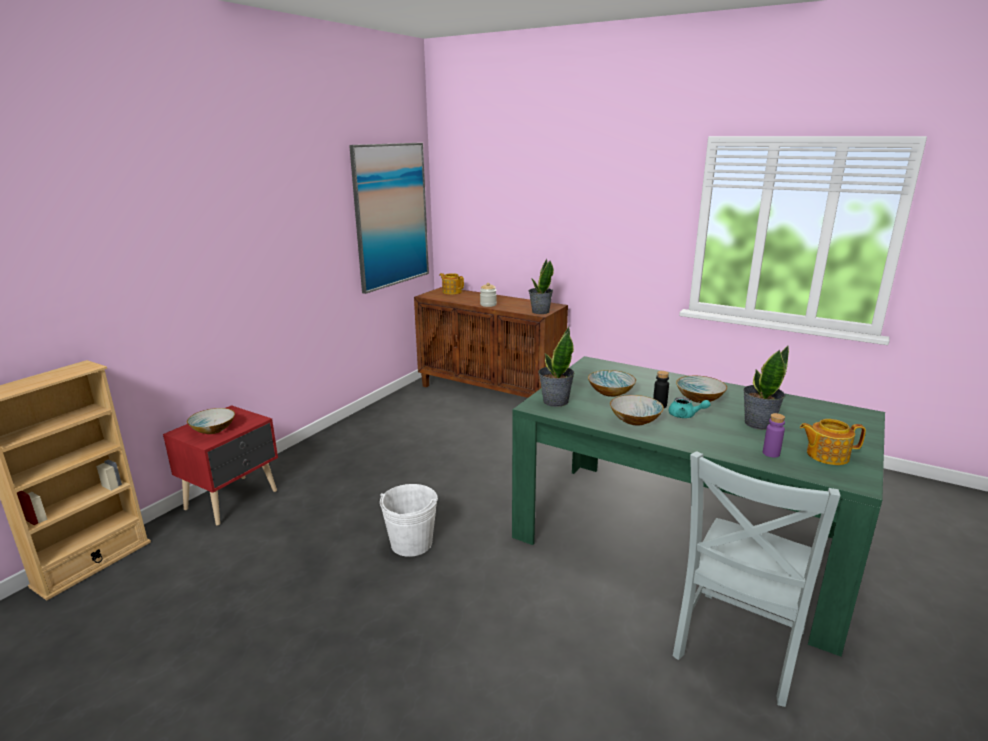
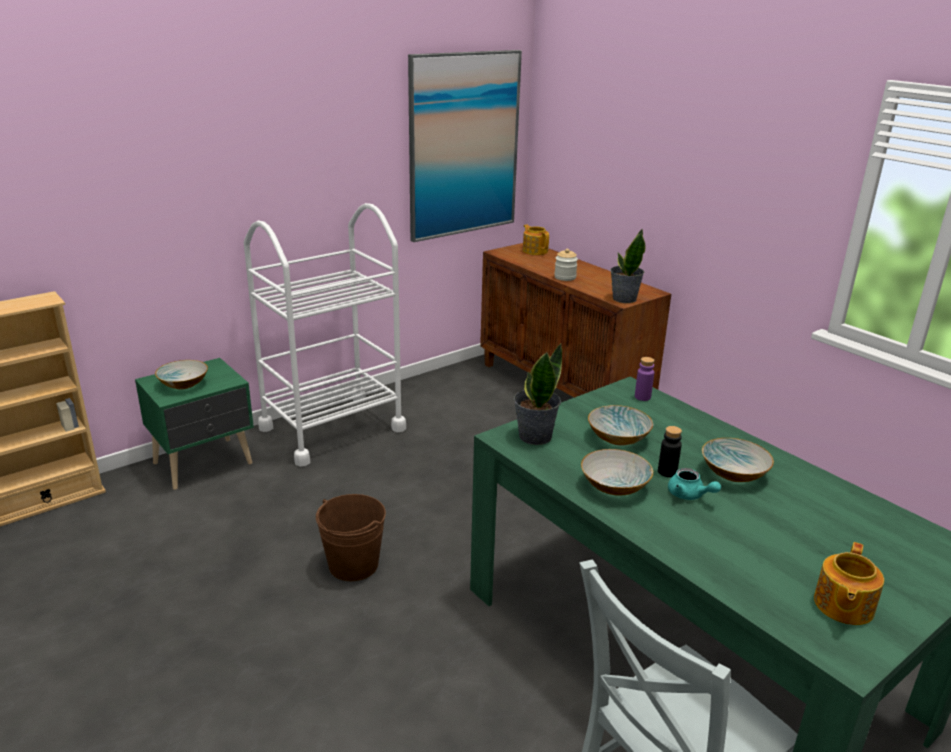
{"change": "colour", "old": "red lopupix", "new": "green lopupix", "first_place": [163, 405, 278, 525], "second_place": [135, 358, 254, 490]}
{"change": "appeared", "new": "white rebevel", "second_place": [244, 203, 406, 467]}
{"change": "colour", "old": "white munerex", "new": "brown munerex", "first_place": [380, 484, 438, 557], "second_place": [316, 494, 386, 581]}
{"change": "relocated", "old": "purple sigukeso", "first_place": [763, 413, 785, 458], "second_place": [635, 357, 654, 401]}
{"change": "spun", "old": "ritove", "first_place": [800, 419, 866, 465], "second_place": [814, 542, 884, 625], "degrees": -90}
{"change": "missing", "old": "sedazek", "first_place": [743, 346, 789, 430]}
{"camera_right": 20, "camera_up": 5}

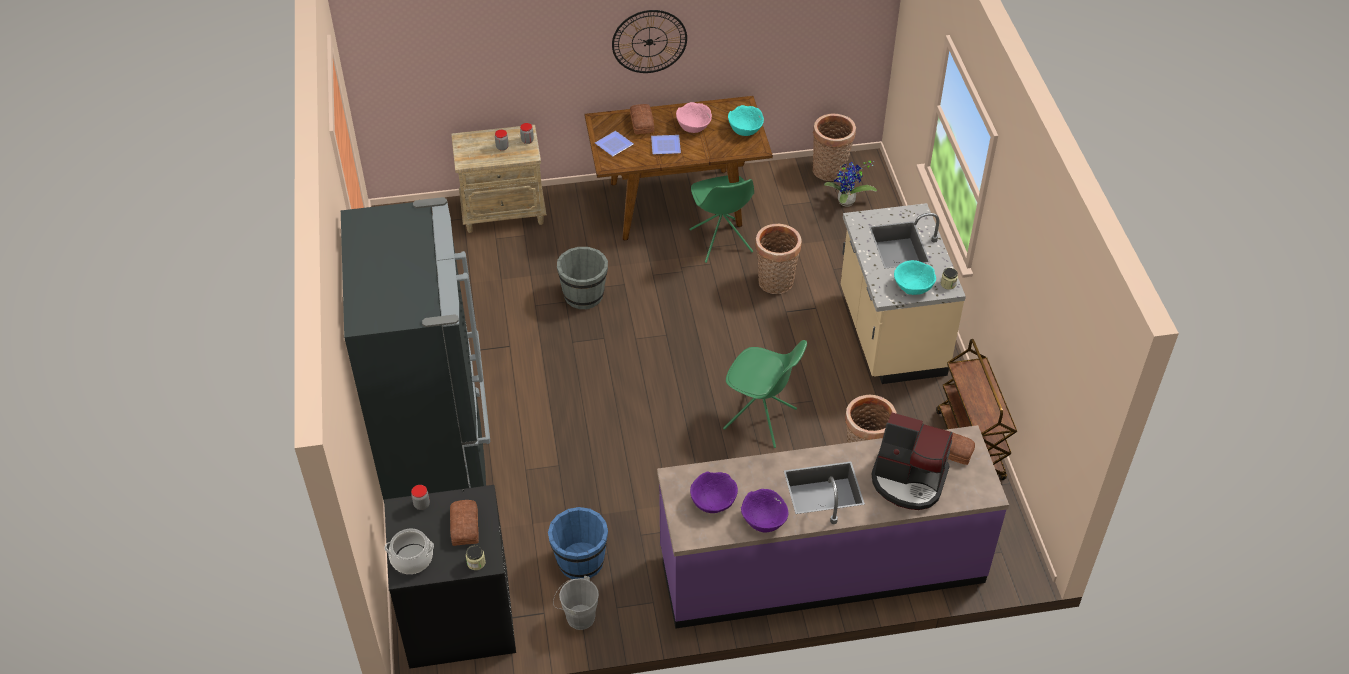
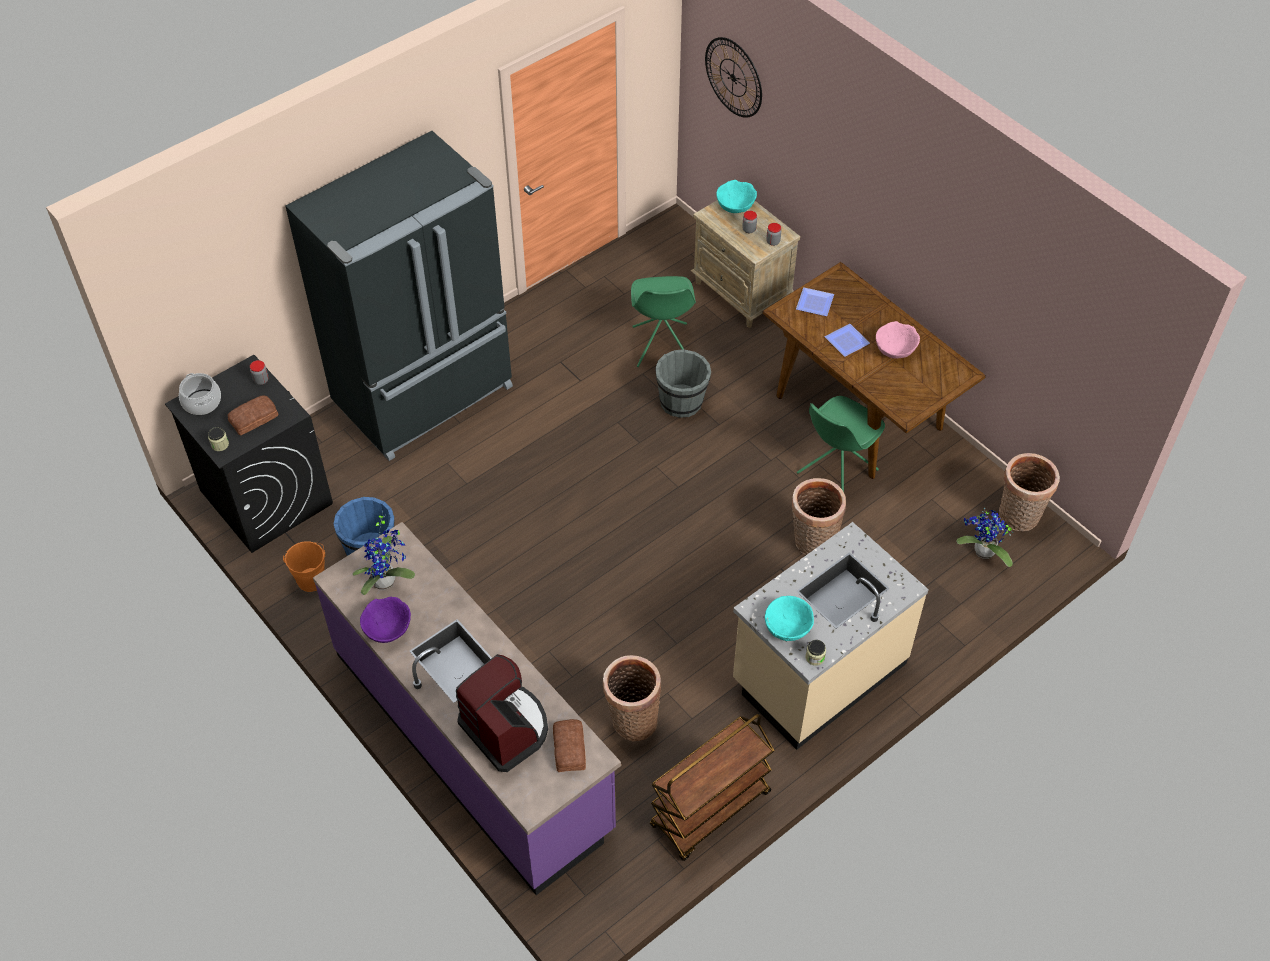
{"change": "colour", "old": "grey munerex", "new": "orange munerex", "first_place": [553, 576, 599, 630], "second_place": [283, 541, 325, 592]}
{"change": "exchanged", "old": "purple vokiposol", "new": "sedazek", "first_place": [690, 471, 738, 513], "second_place": [353, 511, 415, 595]}
{"change": "spun", "old": "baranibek", "first_place": [871, 413, 953, 510], "second_place": [456, 654, 548, 772], "degrees": 150}
{"change": "relocated", "old": "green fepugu", "first_place": [723, 340, 807, 448], "second_place": [631, 276, 696, 367]}
{"change": "relocated", "old": "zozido", "first_place": [612, 10, 687, 73], "second_place": [705, 37, 762, 118]}
{"change": "relocated", "old": "turquoise vokiposol", "first_place": [728, 105, 764, 136], "second_place": [716, 180, 757, 213]}
{"change": "missing", "old": "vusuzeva", "first_place": [630, 104, 654, 134]}
{"camera_right": 60, "camera_up": 5}

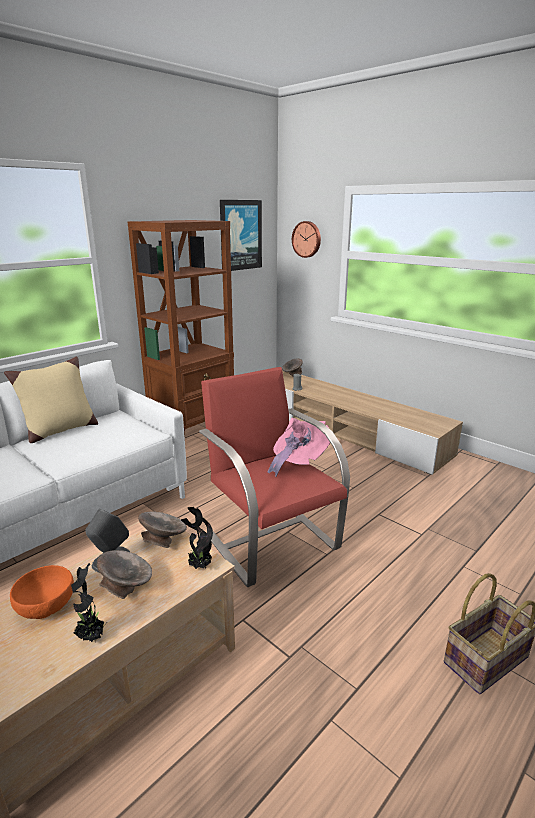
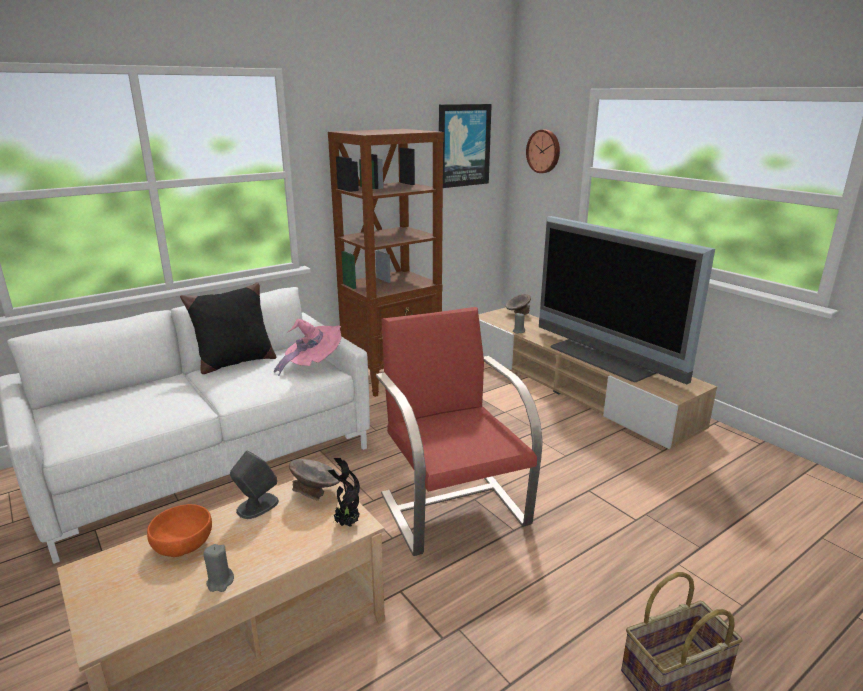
{"change": "colour", "old": "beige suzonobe", "new": "black suzonobe", "first_place": [4, 357, 98, 443], "second_place": [180, 283, 277, 374]}
{"change": "exchanged", "old": "sedazek", "new": "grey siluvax", "first_place": [71, 563, 107, 642], "second_place": [203, 544, 234, 592]}
{"change": "relocated", "old": "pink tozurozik", "first_place": [267, 418, 330, 477], "second_place": [274, 319, 341, 376]}
{"change": "appeared", "new": "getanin", "second_place": [539, 216, 715, 385]}
{"change": "missing", "old": "grey vokiposol", "first_place": [97, 550, 152, 599]}
{"camera_right": 10, "camera_up": 0}

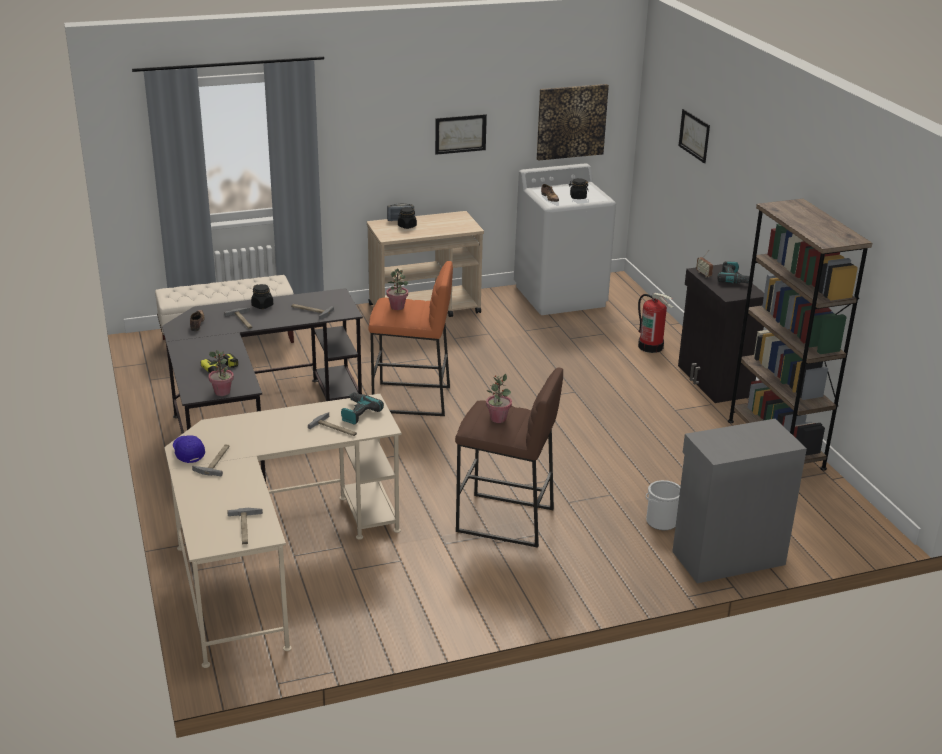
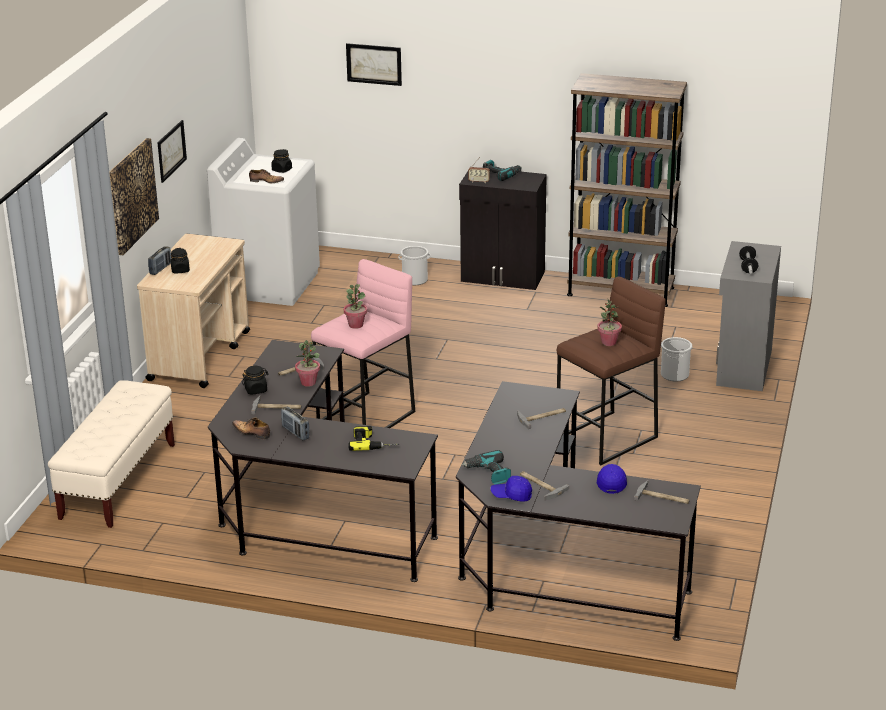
{"change": "relocated", "old": "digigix", "first_place": [537, 84, 609, 161], "second_place": [109, 138, 159, 255]}
{"change": "appeared", "new": "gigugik", "second_place": [281, 407, 310, 440]}
{"change": "relocated", "old": "sedazek", "first_place": [208, 350, 234, 396], "second_place": [295, 340, 320, 387]}
{"change": "colour", "old": "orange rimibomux", "new": "pink rimibomux", "first_place": [368, 261, 453, 416], "second_place": [311, 259, 415, 428]}
{"change": "exchanged", "old": "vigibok", "new": "munerex", "first_place": [638, 293, 673, 353], "second_place": [398, 246, 431, 285]}
{"change": "colour", "old": "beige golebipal", "new": "black golebipal", "first_place": [164, 394, 402, 668], "second_place": [456, 381, 701, 641]}
{"change": "relocated", "old": "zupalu", "first_place": [341, 392, 384, 425], "second_place": [461, 450, 511, 485]}
{"change": "appeared", "new": "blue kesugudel", "second_place": [597, 464, 627, 494]}
{"change": "appeared", "new": "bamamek", "second_place": [739, 246, 758, 273]}
{"camera_right": -55, "camera_up": 0}

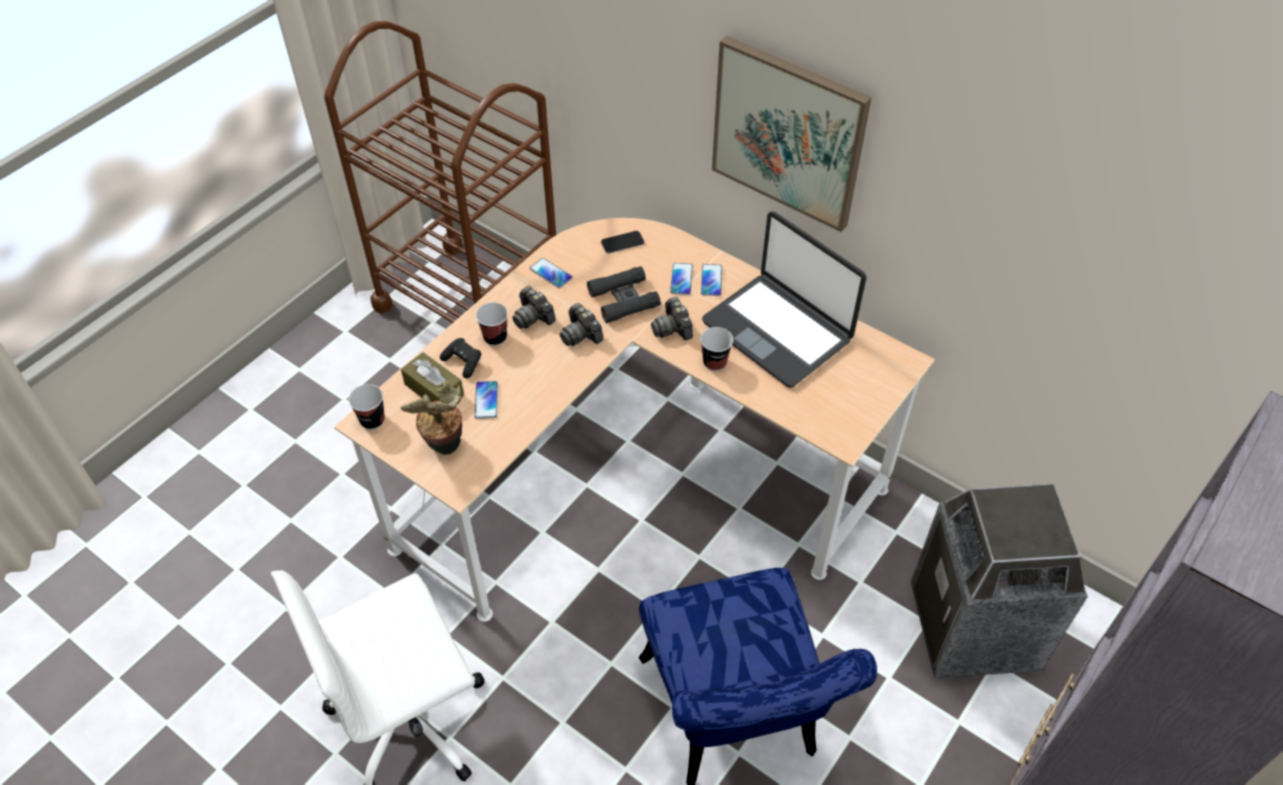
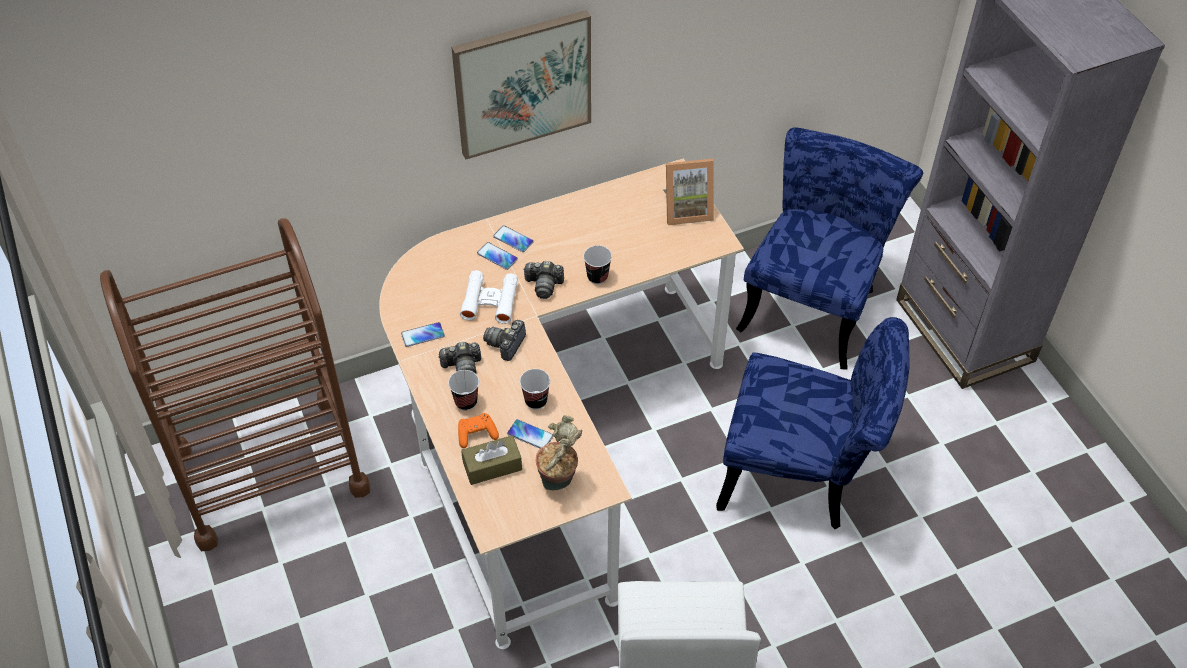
{"change": "colour", "old": "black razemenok", "new": "orange razemenok", "first_place": [440, 338, 482, 378], "second_place": [458, 413, 499, 448]}
{"change": "colour", "old": "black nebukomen", "new": "white nebukomen", "first_place": [587, 266, 661, 323], "second_place": [460, 270, 518, 324]}
{"change": "spun", "old": "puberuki", "first_place": [560, 303, 603, 346], "second_place": [483, 320, 526, 361], "degrees": 120}
{"change": "relocated", "old": "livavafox", "first_place": [348, 384, 385, 430], "second_place": [520, 369, 550, 409]}
{"change": "appeared", "new": "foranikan", "second_place": [663, 159, 714, 225]}
{"change": "exchanged", "old": "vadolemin", "new": "blue fepugu", "first_place": [911, 484, 1088, 678], "second_place": [736, 127, 923, 370]}
{"change": "missing", "old": "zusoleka", "first_place": [601, 231, 645, 254]}
{"change": "missing", "old": "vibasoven", "first_place": [702, 211, 867, 388]}
{"camera_right": -60, "camera_up": 0}

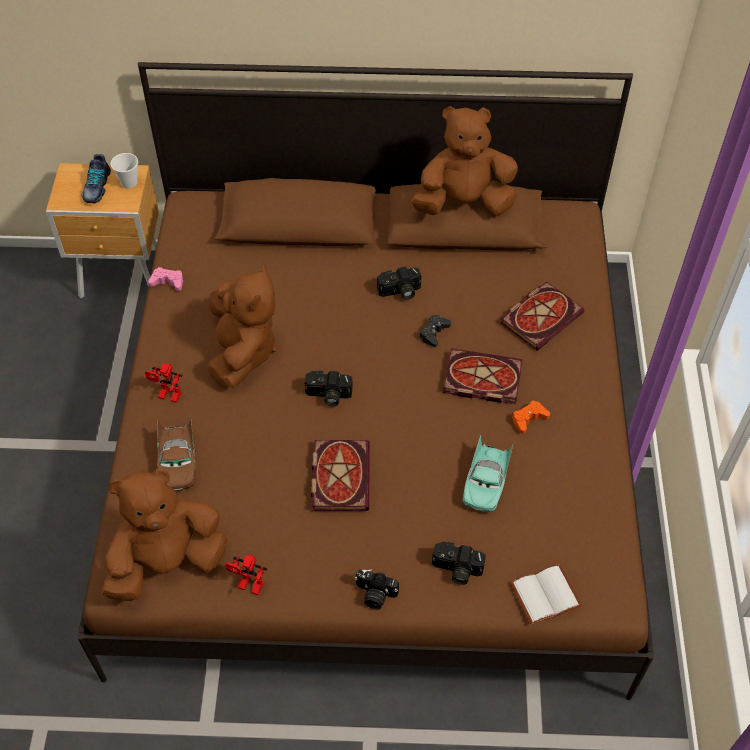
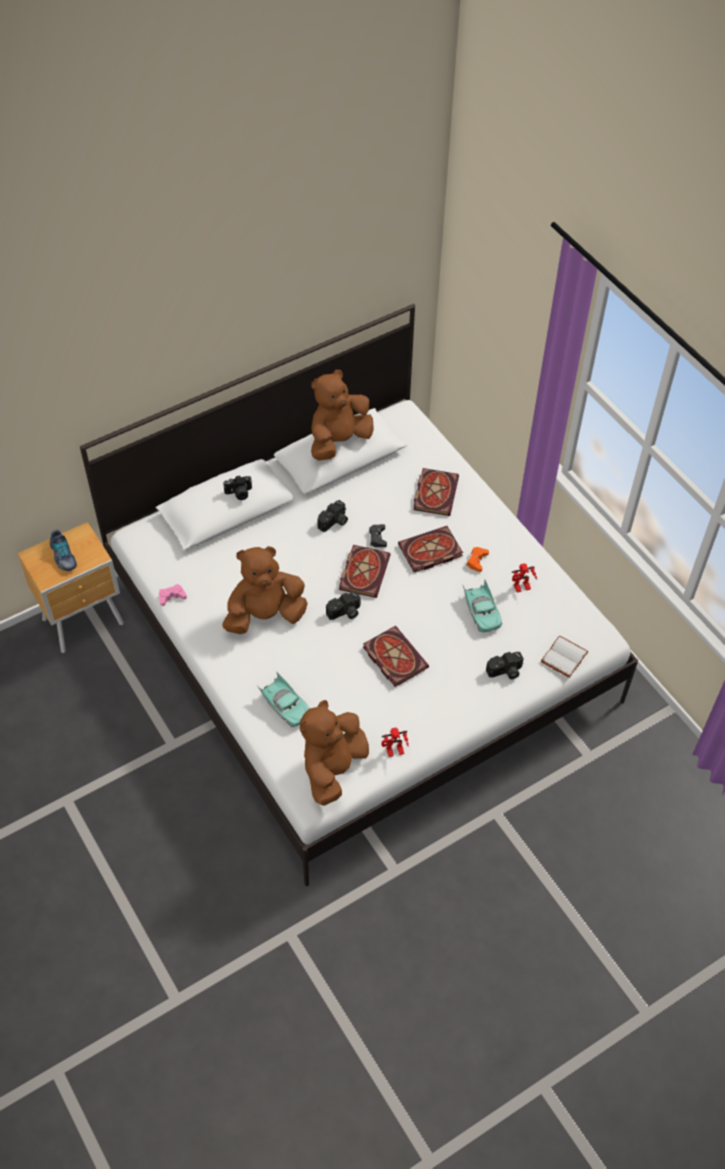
{"change": "colour", "old": "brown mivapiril", "new": "white mivapiril", "first_place": [77, 62, 654, 700], "second_place": [80, 304, 638, 886]}
{"change": "spun", "old": "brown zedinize", "first_place": [207, 264, 277, 388], "second_place": [222, 546, 308, 634], "degrees": -75}
{"change": "relocated", "old": "puberuki", "first_place": [355, 569, 399, 610], "second_place": [223, 475, 252, 500]}
{"change": "colour", "old": "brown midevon", "new": "turquoise midevon", "first_place": [157, 416, 195, 490], "second_place": [257, 671, 310, 727]}
{"change": "appeared", "new": "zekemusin", "second_place": [339, 545, 391, 598]}
{"change": "relocated", "old": "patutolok", "first_place": [145, 363, 182, 403], "second_place": [512, 563, 537, 593]}
{"change": "missing", "old": "livavafox", "first_place": [111, 153, 138, 189]}
{"camera_right": -35, "camera_up": 0}

